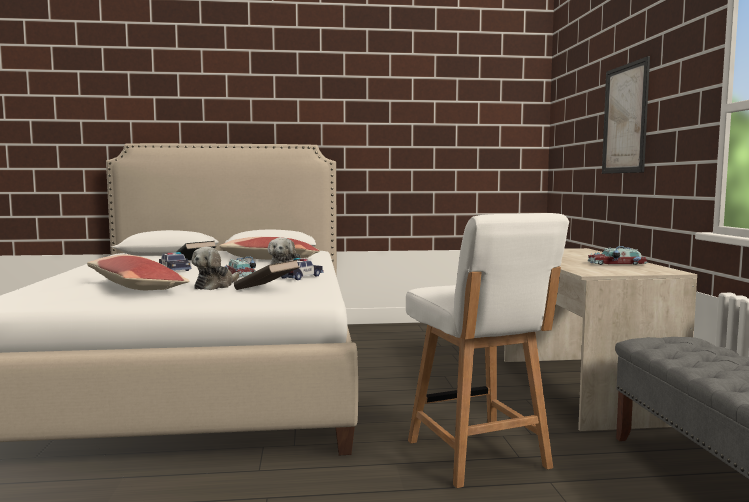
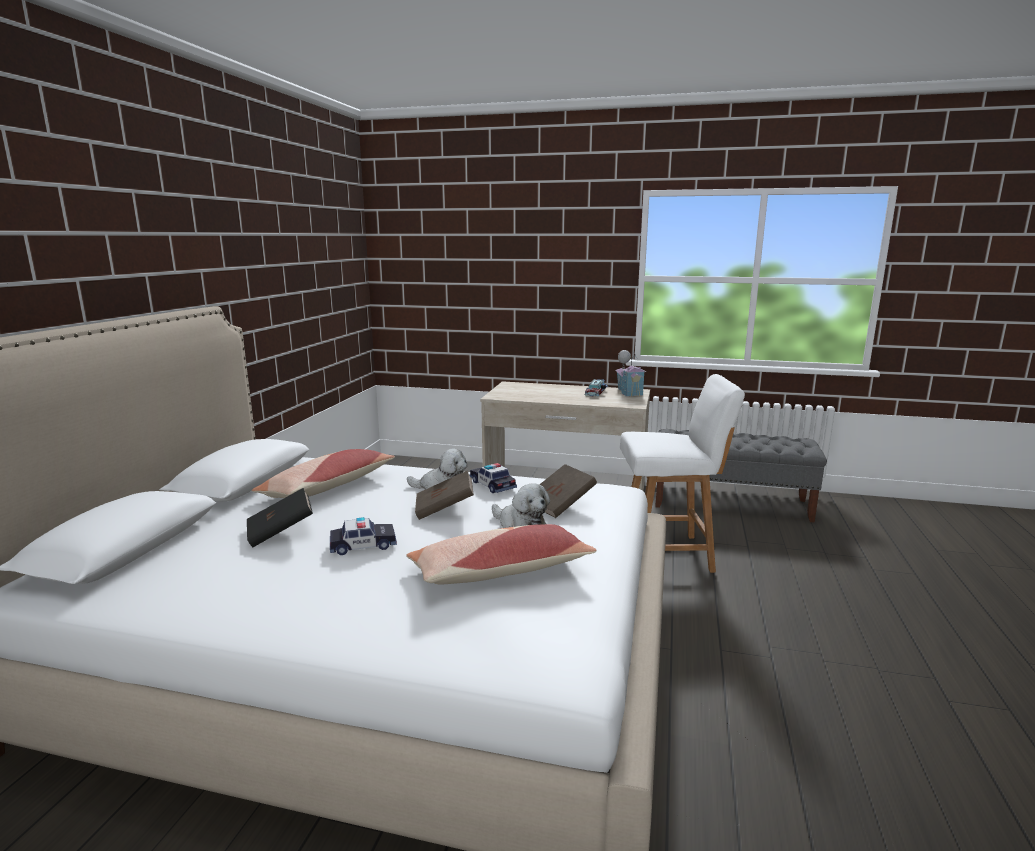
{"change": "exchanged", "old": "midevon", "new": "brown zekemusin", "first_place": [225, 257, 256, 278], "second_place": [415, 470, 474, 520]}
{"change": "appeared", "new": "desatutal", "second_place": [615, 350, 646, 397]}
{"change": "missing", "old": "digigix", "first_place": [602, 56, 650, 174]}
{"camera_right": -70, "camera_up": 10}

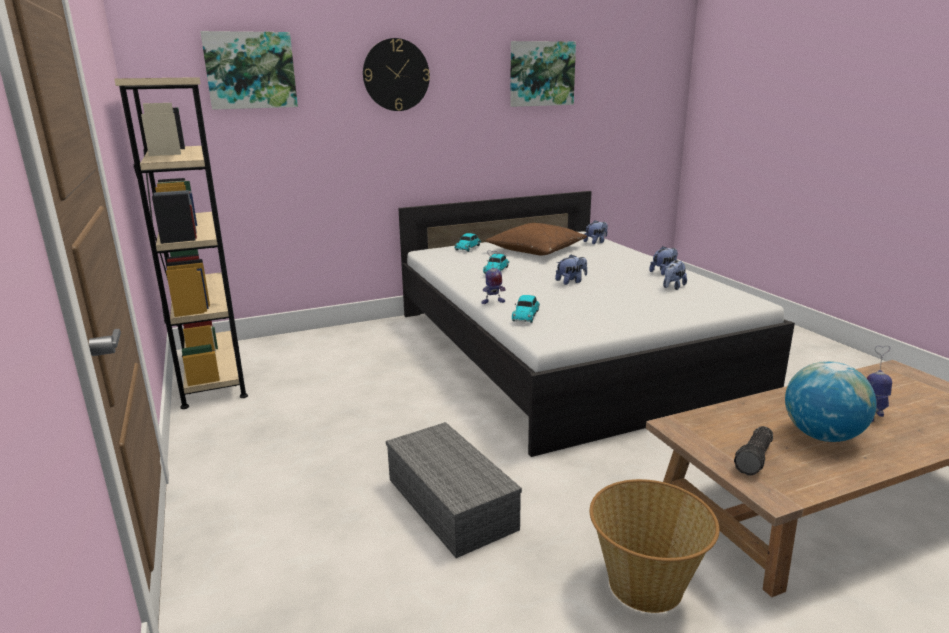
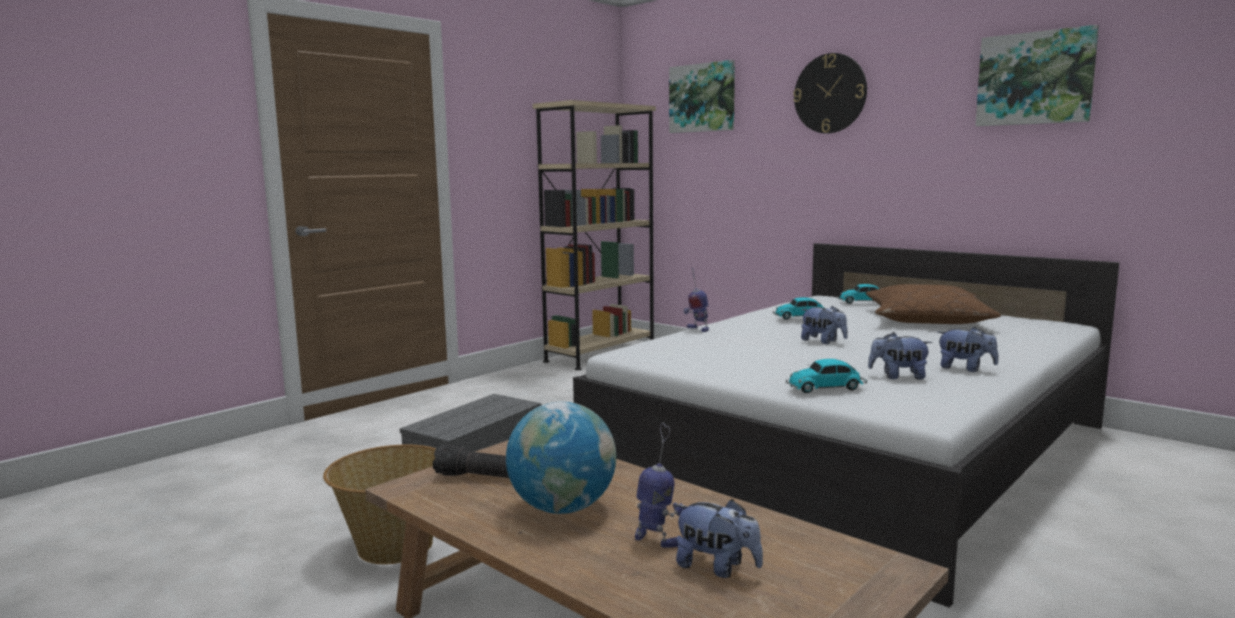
{"change": "relocated", "old": "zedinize", "first_place": [583, 220, 608, 244], "second_place": [675, 499, 763, 578]}
{"change": "relocated", "old": "midevon", "first_place": [512, 295, 540, 323], "second_place": [786, 359, 867, 393]}
{"camera_right": 65, "camera_up": -10}

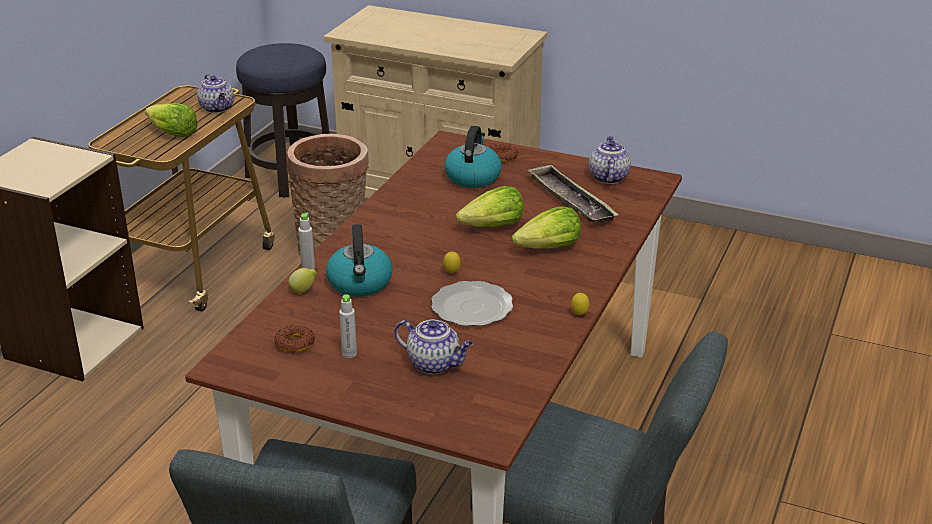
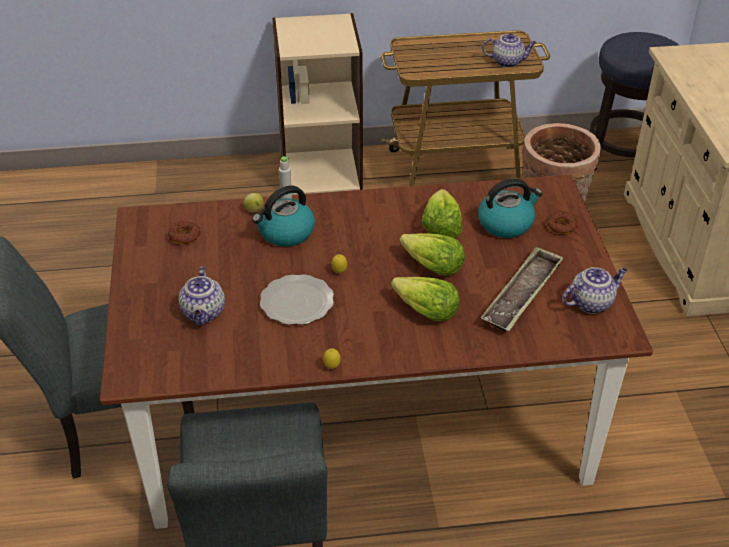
{"change": "relocated", "old": "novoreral", "first_place": [145, 103, 198, 137], "second_place": [422, 189, 462, 239]}
{"change": "spun", "old": "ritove", "first_place": [197, 74, 234, 113], "second_place": [482, 33, 537, 67], "degrees": -120}
{"change": "missing", "old": "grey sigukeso", "first_place": [339, 294, 357, 358]}
{"camera_right": 60, "camera_up": 10}

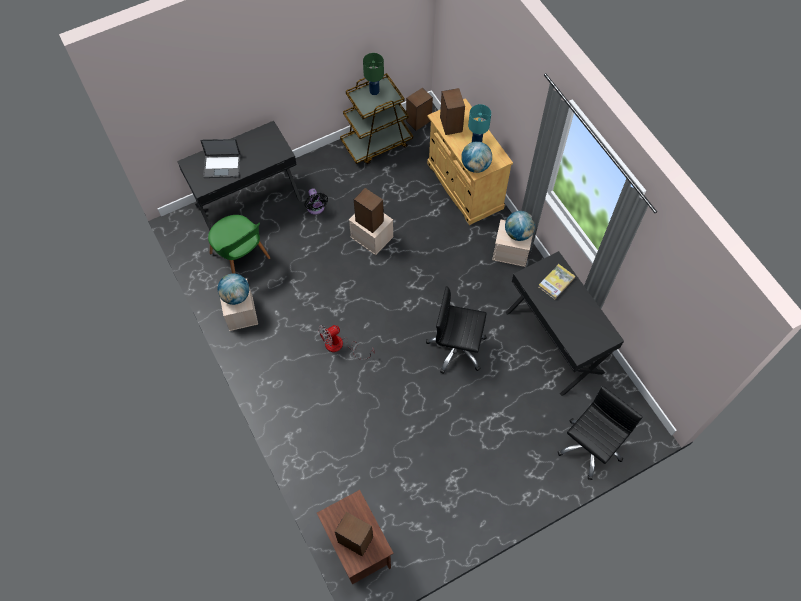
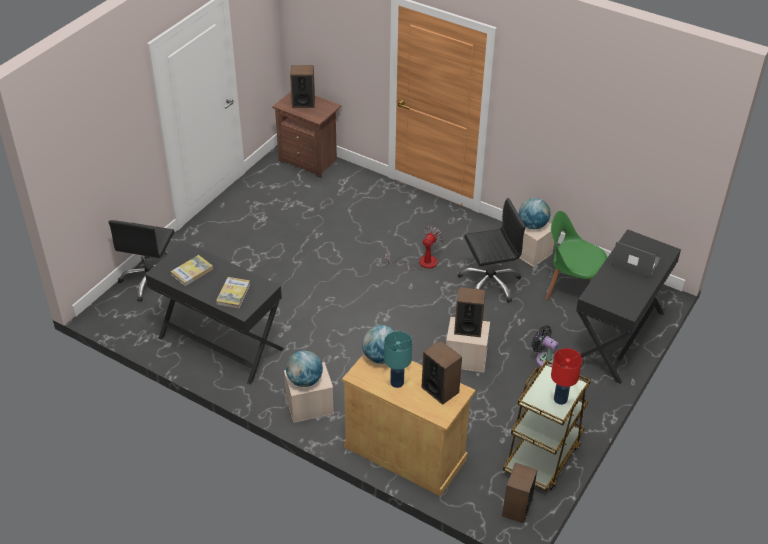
{"change": "appeared", "new": "zekemusin", "second_place": [170, 255, 213, 286]}
{"change": "relocated", "old": "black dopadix", "first_place": [426, 286, 487, 374], "second_place": [458, 198, 526, 303]}
{"change": "colour", "old": "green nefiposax", "new": "red nefiposax", "first_place": [363, 53, 384, 95], "second_place": [551, 348, 582, 405]}
{"change": "spun", "old": "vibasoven", "first_place": [200, 139, 240, 178], "second_place": [612, 242, 661, 278], "degrees": 60}
{"camera_right": 150, "camera_up": -20}

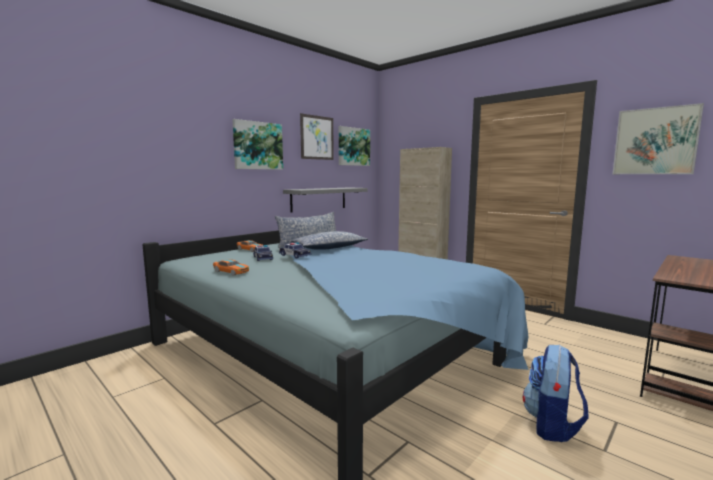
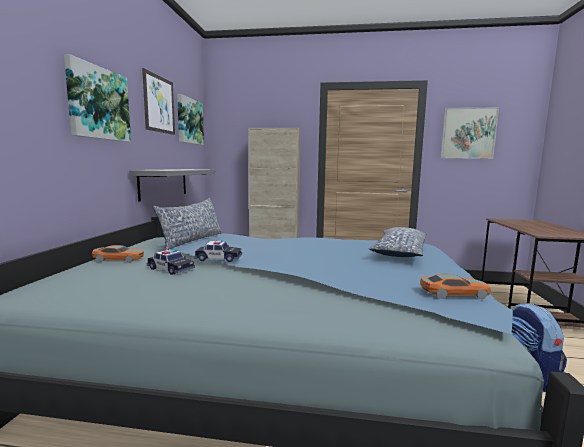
{"change": "relocated", "old": "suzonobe", "first_place": [291, 231, 368, 250], "second_place": [368, 227, 427, 257]}
{"change": "relocated", "old": "midevon", "first_place": [213, 259, 249, 276], "second_place": [420, 274, 490, 299]}
{"camera_right": -35, "camera_up": 0}

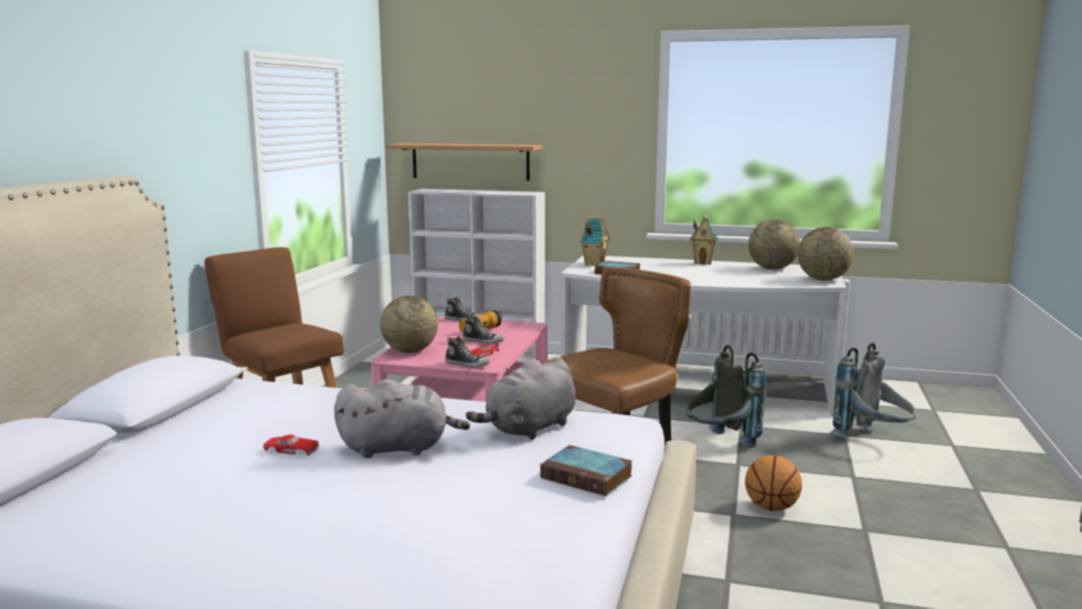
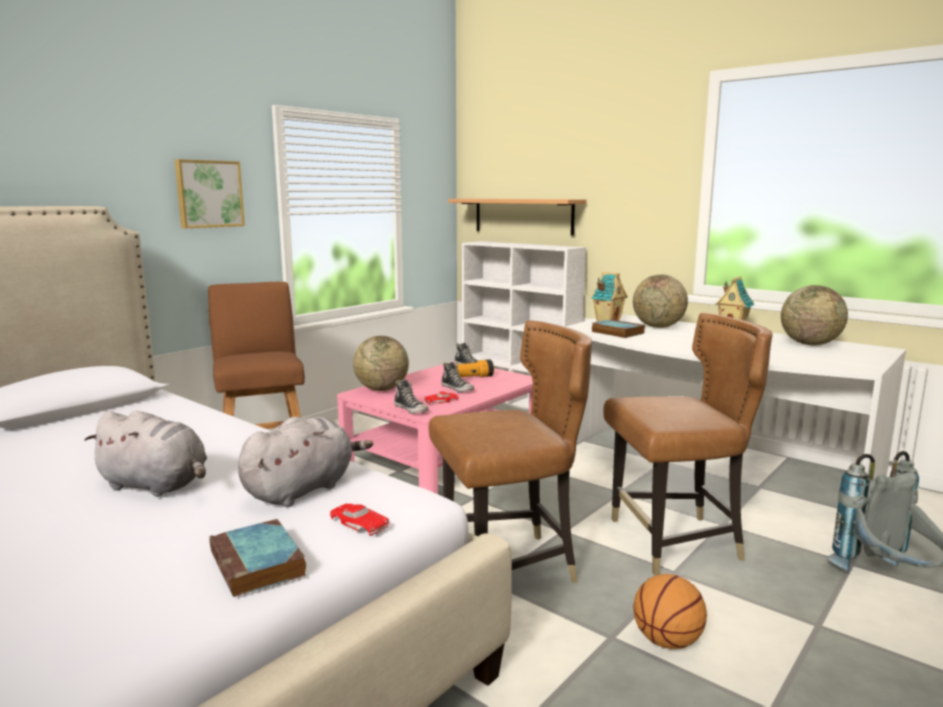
{"change": "appeared", "new": "digigix", "second_place": [175, 159, 245, 228]}
{"change": "spun", "old": "grey zedinize", "first_place": [466, 357, 576, 440], "second_place": [238, 417, 373, 507], "degrees": 150}
{"change": "relocated", "old": "red midevon", "first_place": [263, 435, 319, 455], "second_place": [330, 504, 389, 536]}
{"change": "exchanged", "old": "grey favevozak", "new": "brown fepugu", "first_place": [686, 345, 766, 448], "second_place": [603, 313, 773, 576]}
{"change": "relocated", "old": "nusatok", "first_place": [798, 227, 854, 280], "second_place": [633, 274, 688, 328]}
{"camera_right": 25, "camera_up": 0}

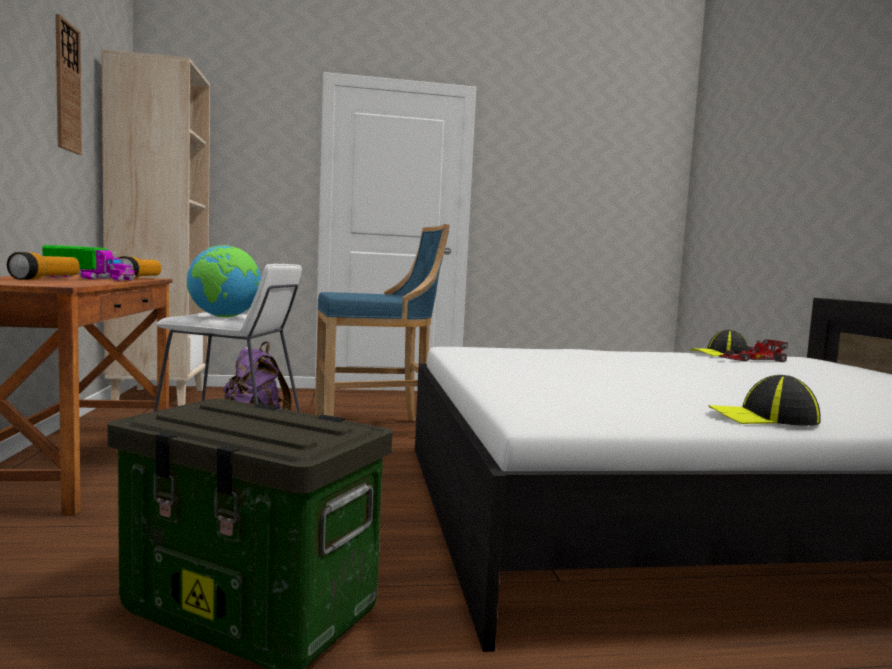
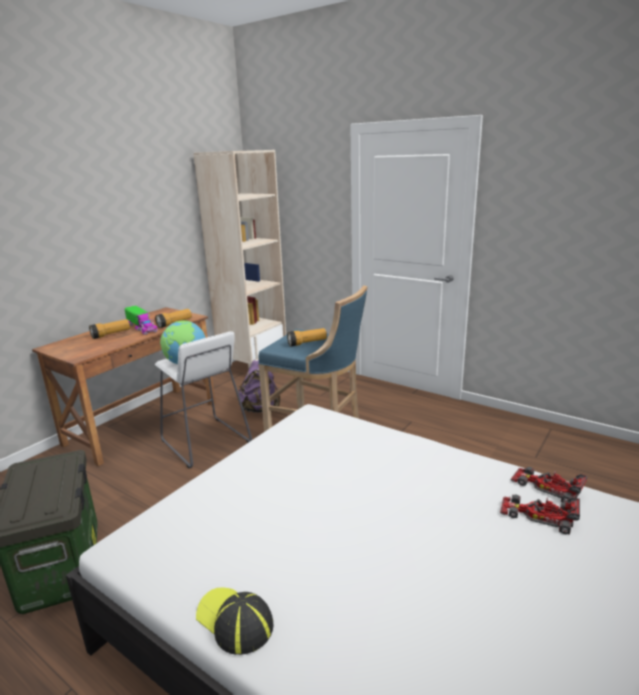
{"change": "appeared", "new": "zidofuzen", "second_place": [287, 328, 327, 346]}
{"change": "exchanged", "old": "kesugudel", "new": "midevon", "first_place": [691, 330, 748, 356], "second_place": [511, 467, 588, 502]}
{"change": "missing", "old": "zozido", "first_place": [55, 14, 82, 155]}
{"camera_right": 45, "camera_up": 15}

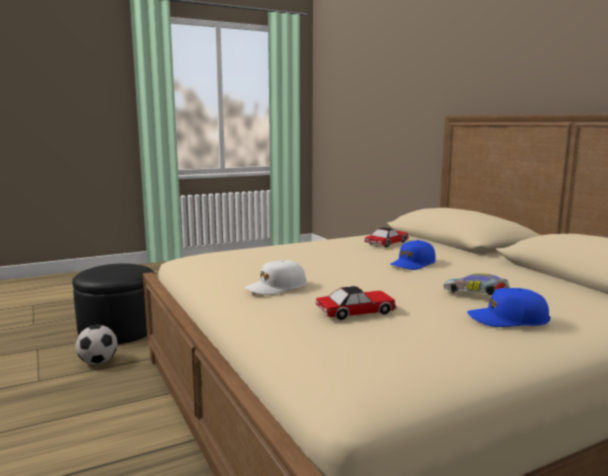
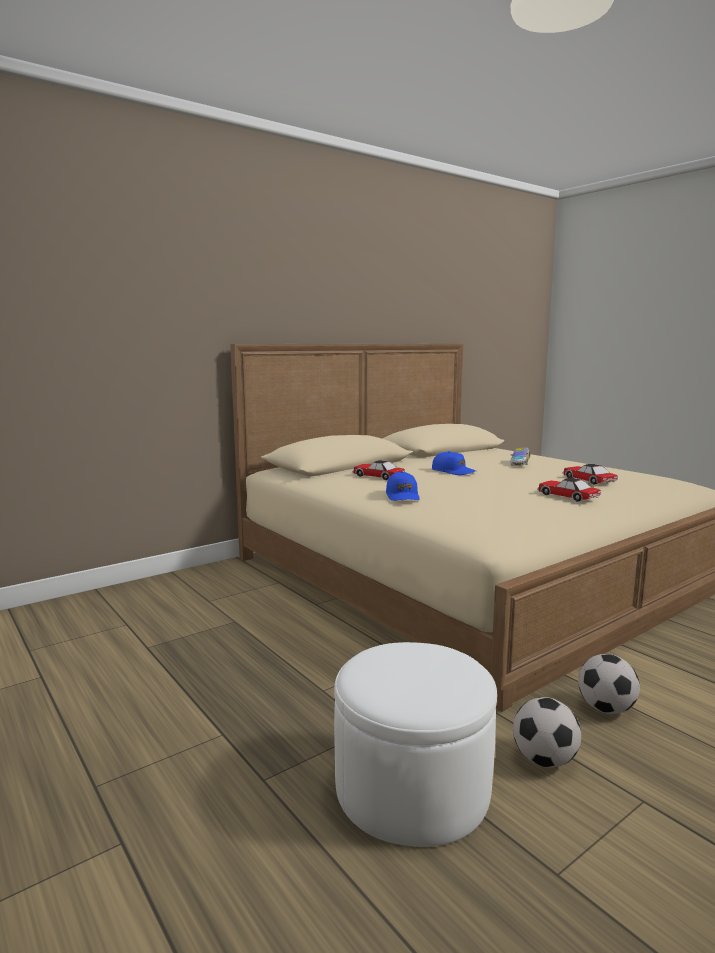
{"change": "colour", "old": "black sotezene", "new": "white sotezene", "first_place": [72, 263, 154, 344], "second_place": [334, 642, 497, 847]}
{"change": "relocated", "old": "blue kesugudel", "first_place": [467, 288, 550, 327], "second_place": [386, 472, 420, 501]}
{"change": "exchanged", "old": "white kesugudel", "new": "midevon", "first_place": [245, 260, 306, 295], "second_place": [537, 478, 601, 501]}
{"change": "appeared", "new": "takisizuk", "second_place": [578, 654, 640, 714]}
{"camera_right": -100, "camera_up": 0}

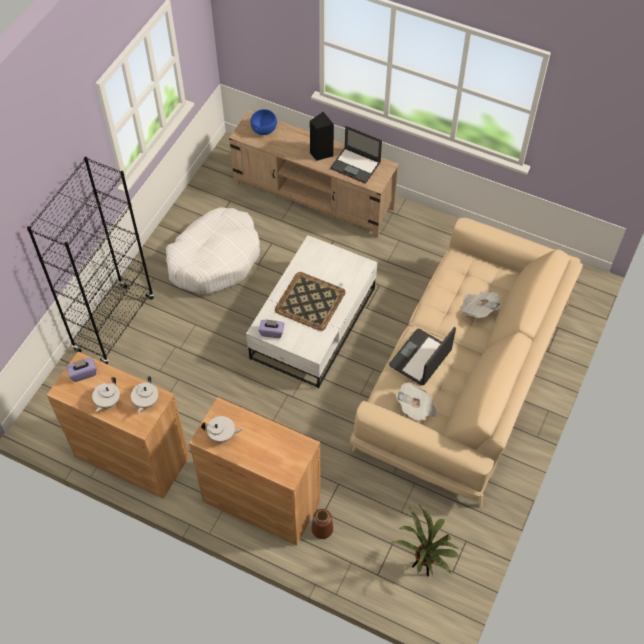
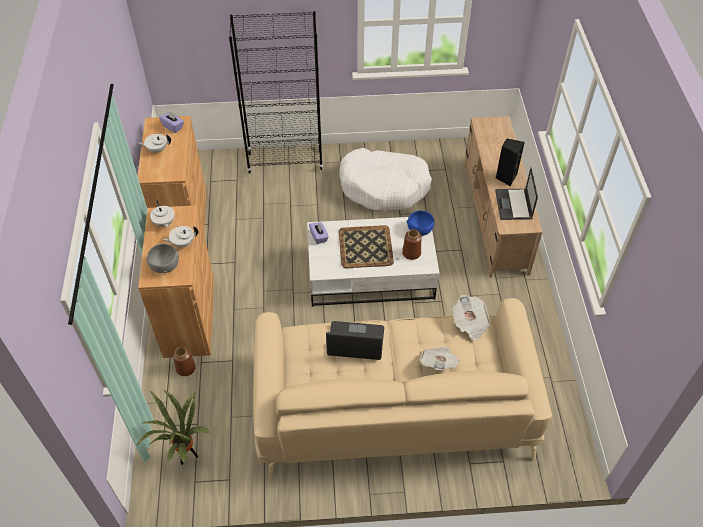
{"change": "appeared", "new": "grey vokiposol", "second_place": [147, 244, 179, 273]}
{"change": "relocated", "old": "white ritove", "first_place": [131, 376, 158, 413], "second_place": [162, 226, 198, 248]}
{"change": "appeared", "new": "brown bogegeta", "second_place": [402, 229, 421, 260]}
{"change": "relocated", "old": "blue vokiposol", "first_place": [251, 109, 277, 135], "second_place": [407, 211, 434, 236]}
{"change": "relocated", "old": "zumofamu", "first_place": [396, 382, 438, 421], "second_place": [452, 295, 491, 341]}
{"camera_right": 60, "camera_up": -5}

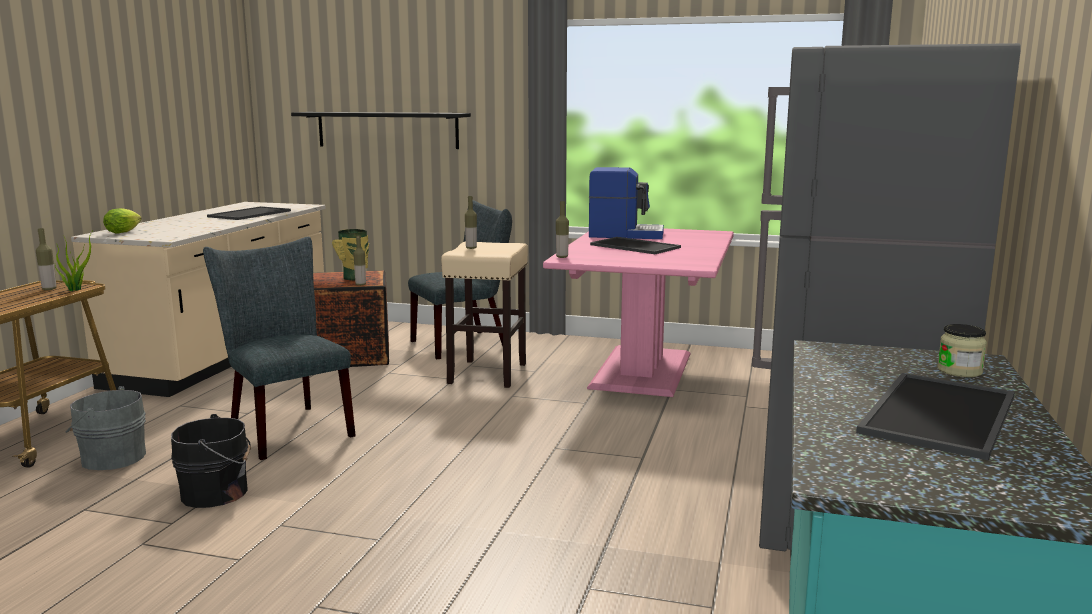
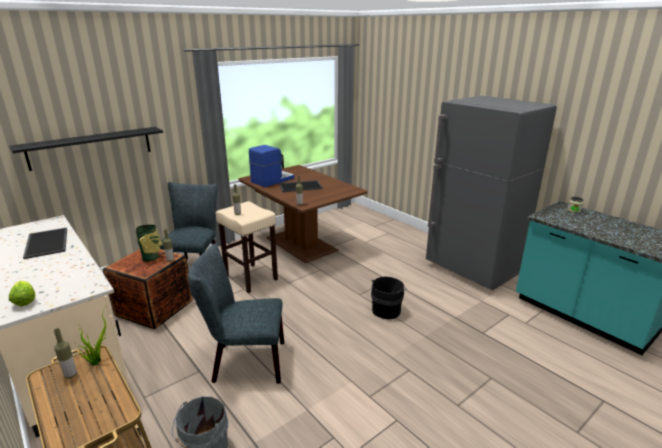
{"change": "colour", "old": "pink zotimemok", "new": "brown zotimemok", "first_place": [543, 228, 734, 397], "second_place": [238, 165, 367, 263]}
{"change": "relocated", "old": "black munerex", "first_place": [171, 414, 251, 508], "second_place": [371, 276, 407, 319]}
{"change": "missing", "old": "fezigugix", "first_place": [856, 373, 1015, 461]}
{"camera_right": -55, "camera_up": 10}

